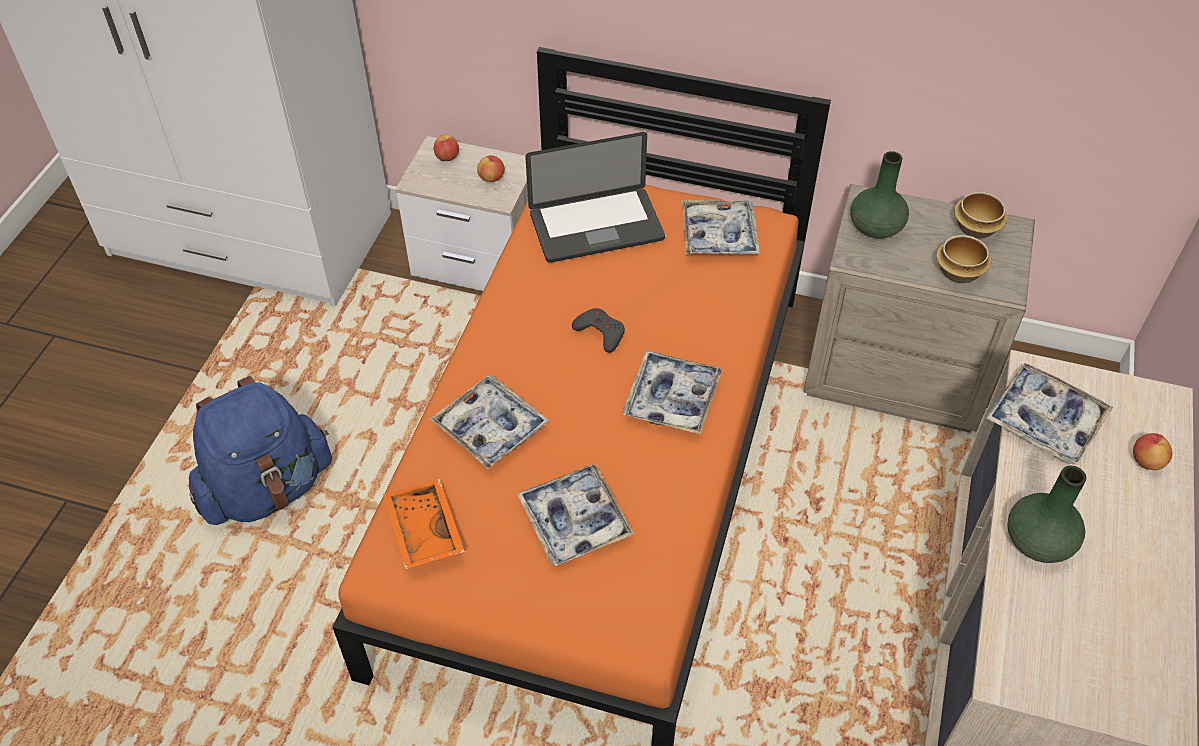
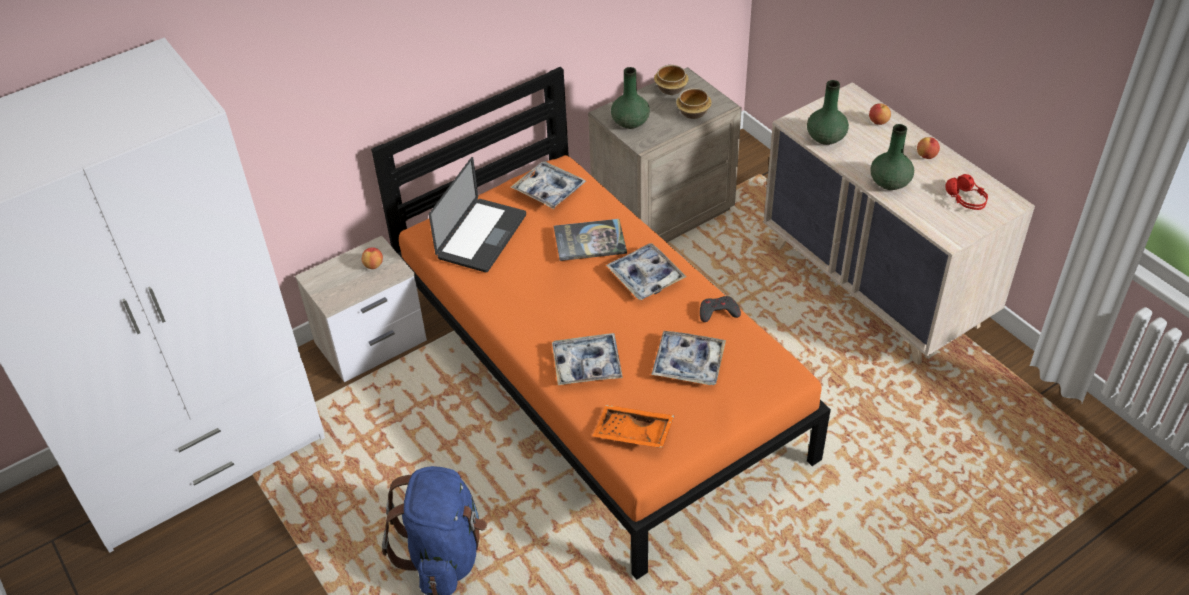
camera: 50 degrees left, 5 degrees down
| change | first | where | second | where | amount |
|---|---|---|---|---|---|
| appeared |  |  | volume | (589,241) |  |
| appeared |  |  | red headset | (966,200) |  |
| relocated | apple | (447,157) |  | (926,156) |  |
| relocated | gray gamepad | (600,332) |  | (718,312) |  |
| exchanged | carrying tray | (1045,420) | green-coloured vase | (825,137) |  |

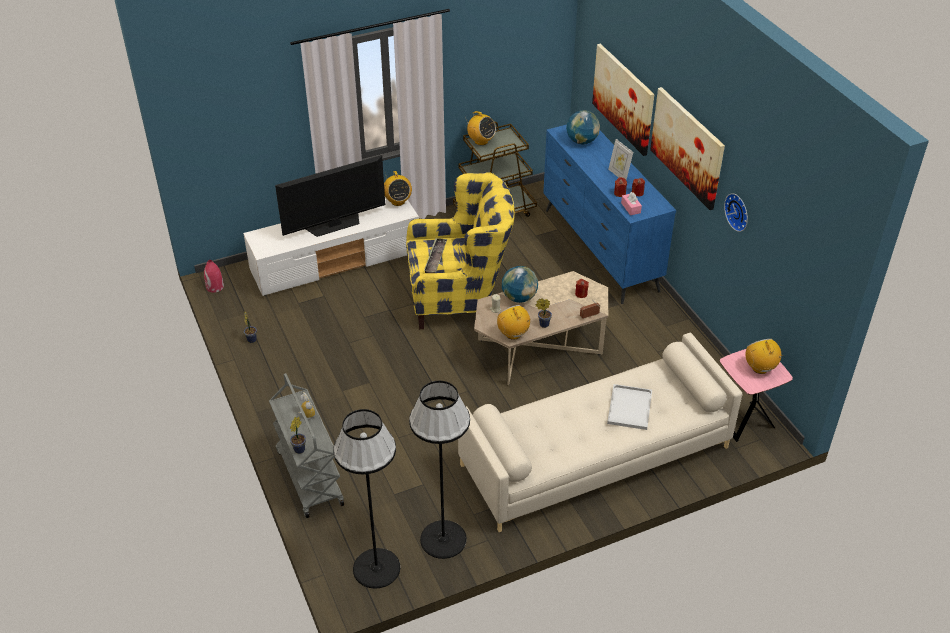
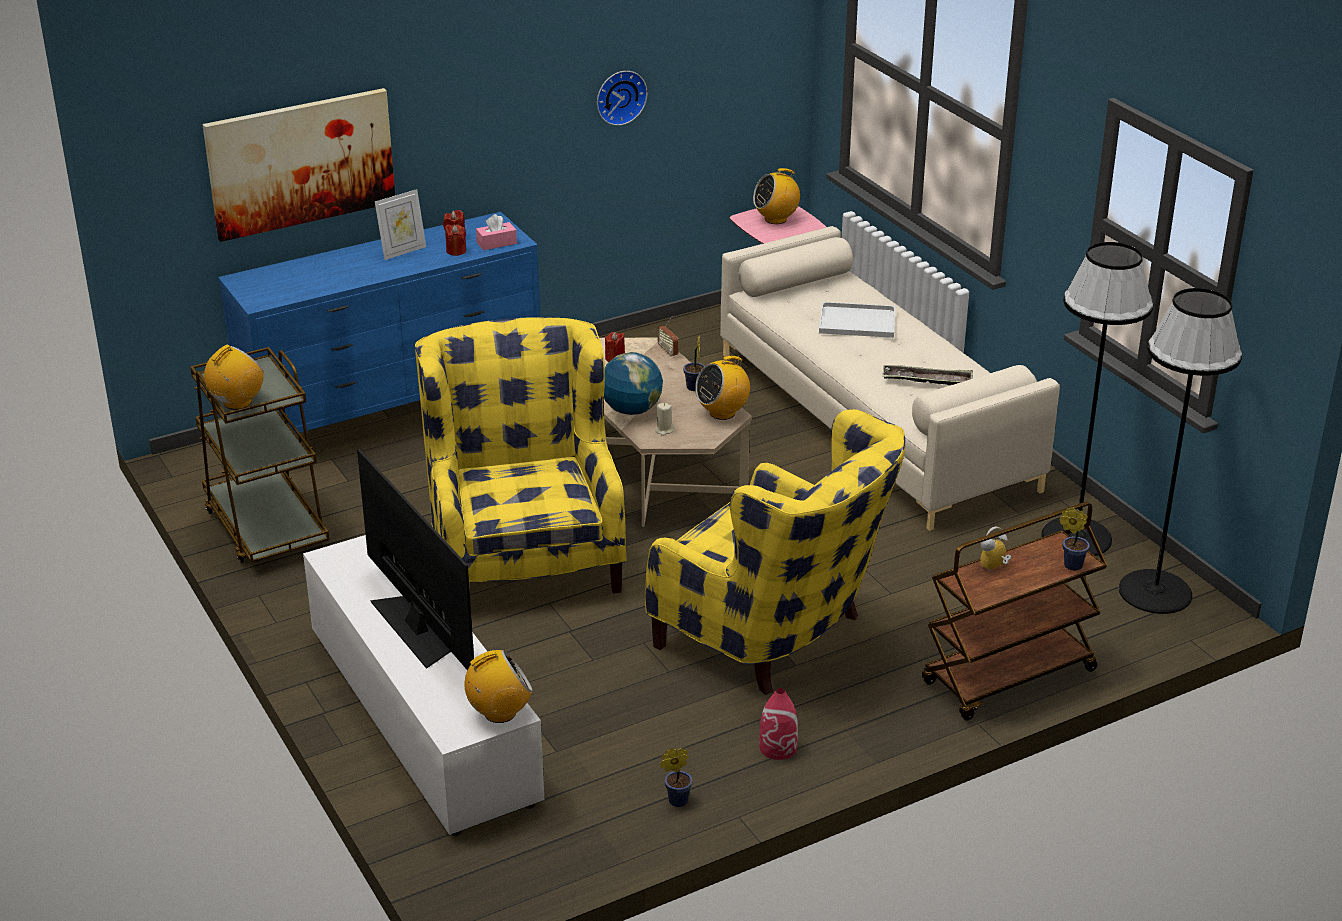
camera: 95 degrees left, 10 degrees down
| change | first | where | second | where | amount |
|---|---|---|---|---|---|
| missing | globe | (582,141) |  |  |  |
| missing | wall art | (687,147) |  |  |  |
| appeared |  |  | yellow-coloured easy chair | (776,637) |  |
| relocated | red vase | (215,287) |  | (778,747) |  |
| relocated | radio | (398,201) |  | (499,713) |  |
| relocated | carrying tray | (435,258) |  | (927,380) |  |
| colour | gray trolley | (309,477) | brown-coloured trolley | (1008,678) |  |

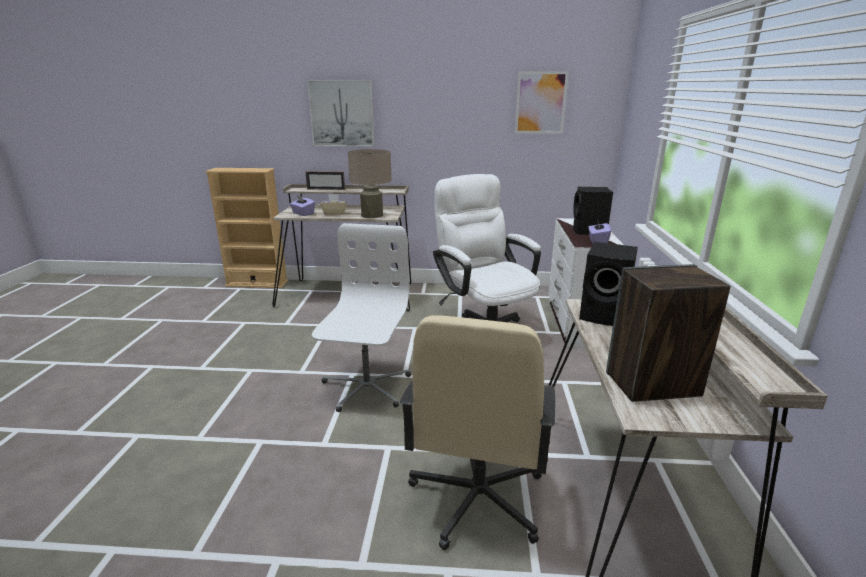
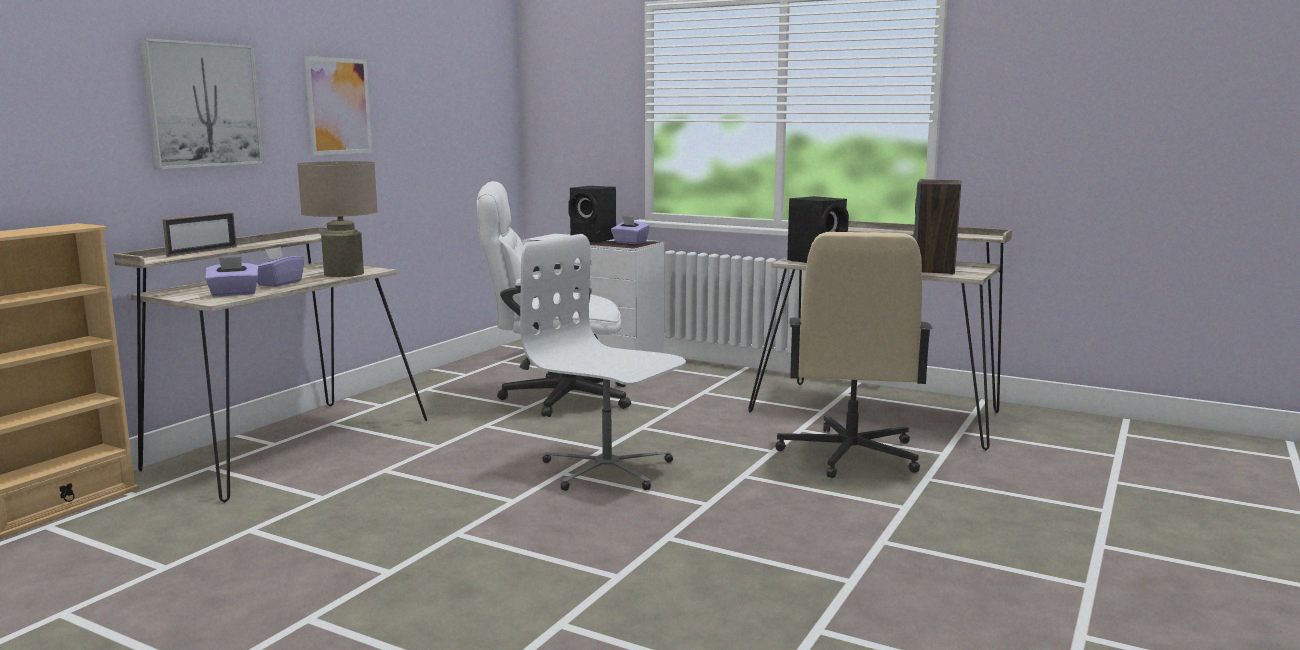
camera: 65 degrees left, 10 degrees down
| change | first | where | second | where | amount |
|---|---|---|---|---|---|
| relocated | wall art | (540,103) |  | (338,106) |  |
| colour | beige-coloured tissue box | (334,213) | purple-coloured tissue box | (279,283) |  |
| spun | beige-coloured computer chair | (476,499) |  | (849,455) | 60 degrees clockwise |

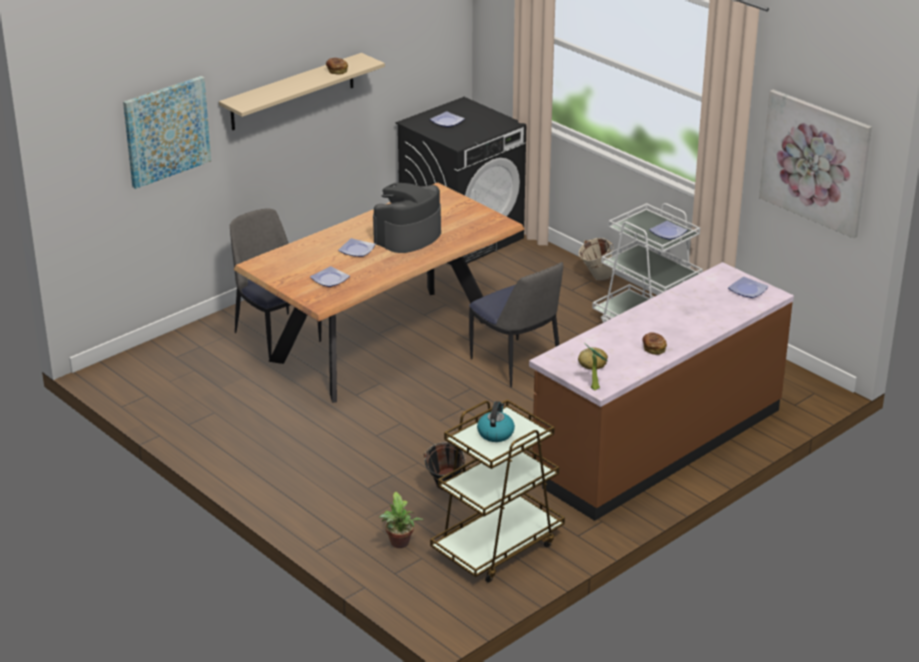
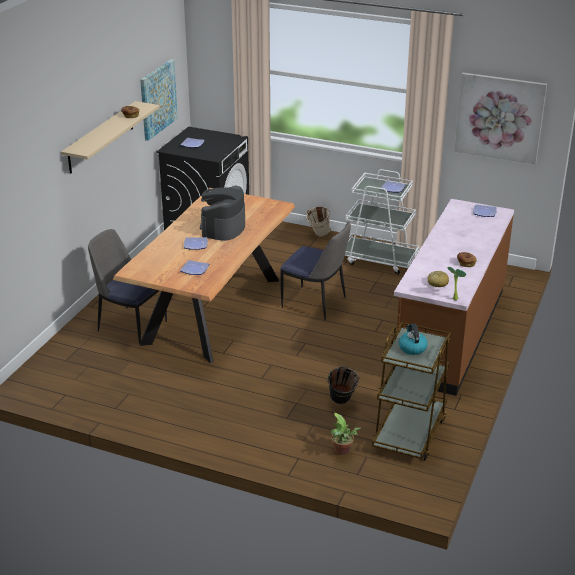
camera: 25 degrees left, 0 degrees up
| change | first | where | second | where | amount |
|---|---|---|---|---|---|
| relocated | wall art | (166,131) |  | (157,99) |  |

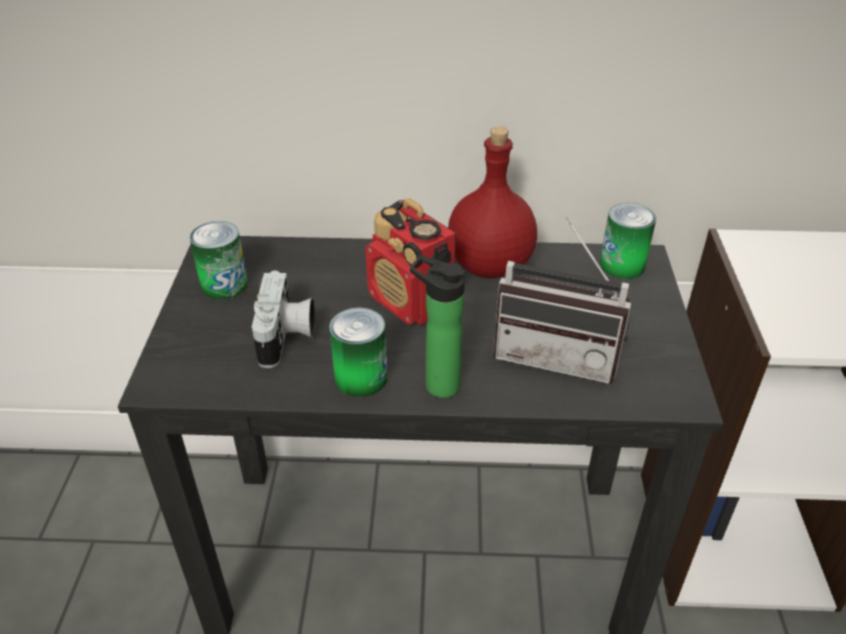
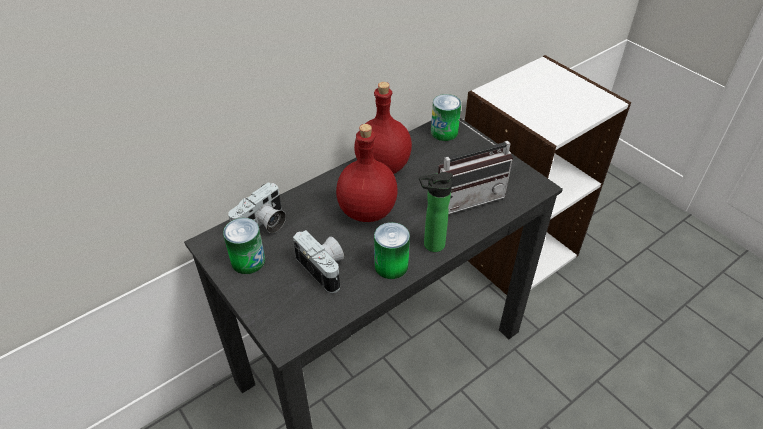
camera: 40 degrees left, 5 degrees up
| change | first | where | second | where | amount |
|---|---|---|---|---|---|
| appeared |  |  | photo camera | (263,225) |  |
| exchanged | radio | (411,303) | red bottle | (368,210) |  |

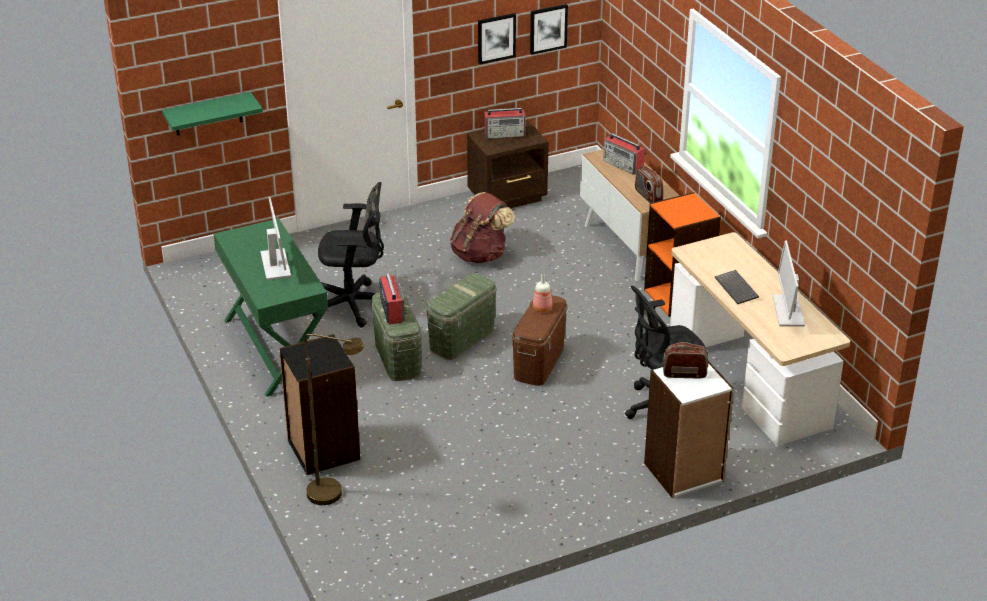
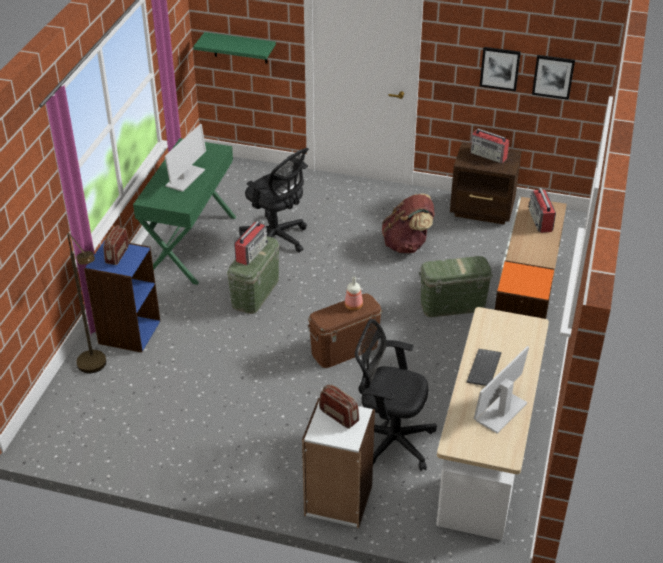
camera: 40 degrees right, 5 degrees up
| change | first | where | second | where | amount |
|---|---|---|---|---|---|
| relocated | green-coloured storage bin | (462,339) |  | (452,305) |  |
| relocated | radio | (648,196) |  | (117,255) |  |
| colour | black bookcase | (322,450) | blue bookcase | (129,332) |  |

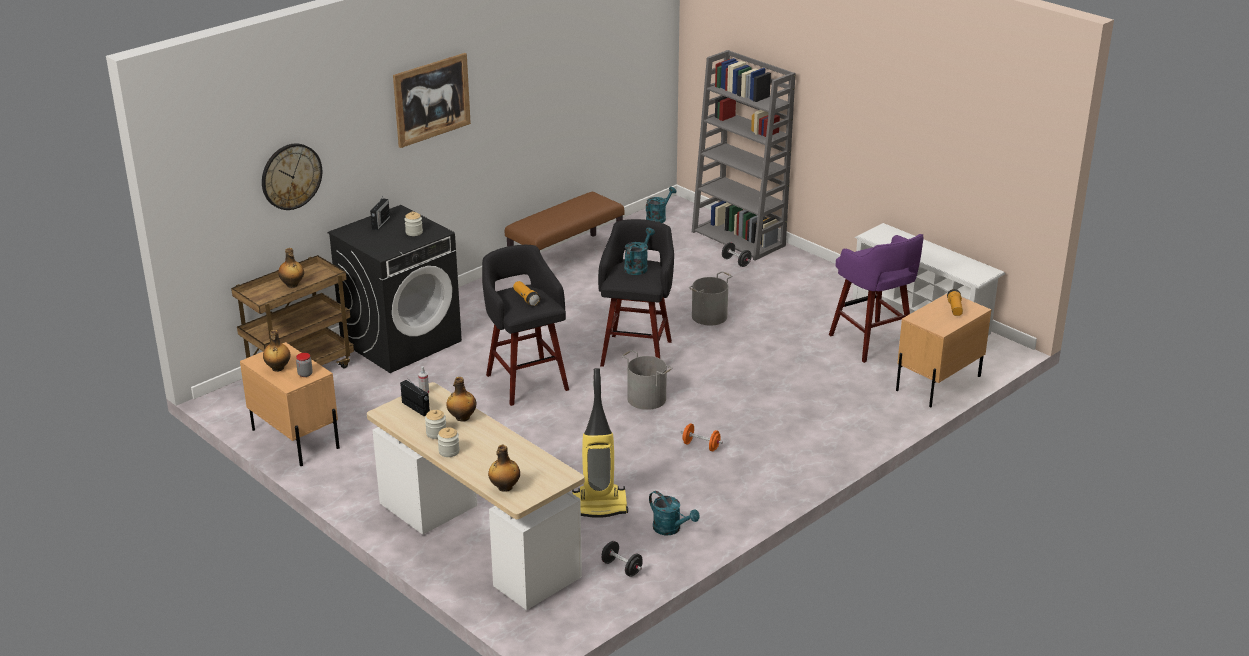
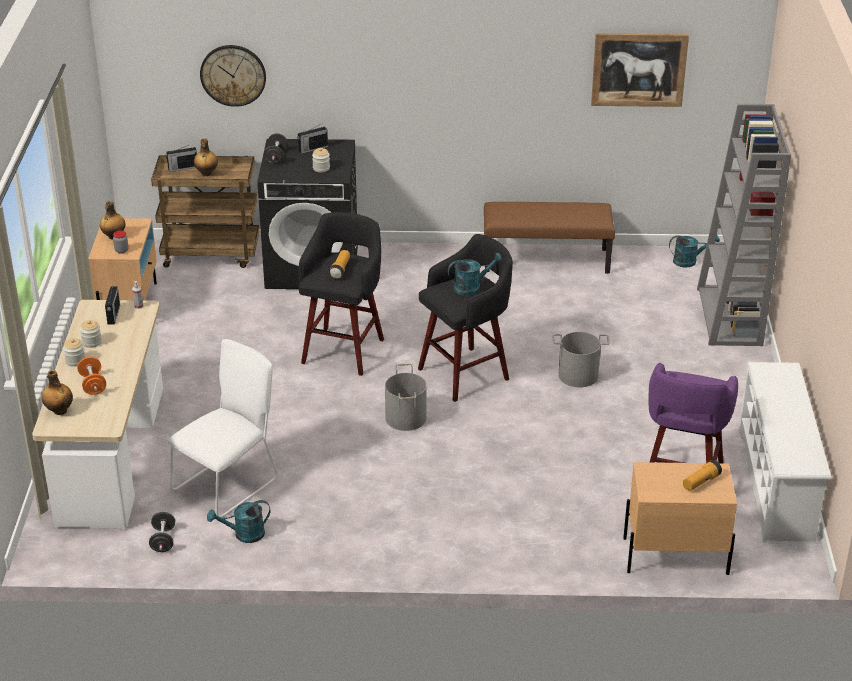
camera: 45 degrees right, 5 degrees up
| change | first | where | second | where | amount |
|---|---|---|---|---|---|
| missing | bottle | (462,418) |  |  |  |
| appeared |  |  | radio | (182,168) |  |
| relocated | wall art | (431,99) |  | (639,69) |  |
| relocated | orangey hand weight | (701,446) |  | (93,385) |  |
| relocated | black hand weight | (736,262) |  | (276,157) |  |
| exchanged | vacuum | (600,505) | white-coloured upright chair | (229,482) |  |
| spun | blue-green sprinkling can | (671,529) |  | (244,535) | 75 degrees clockwise |

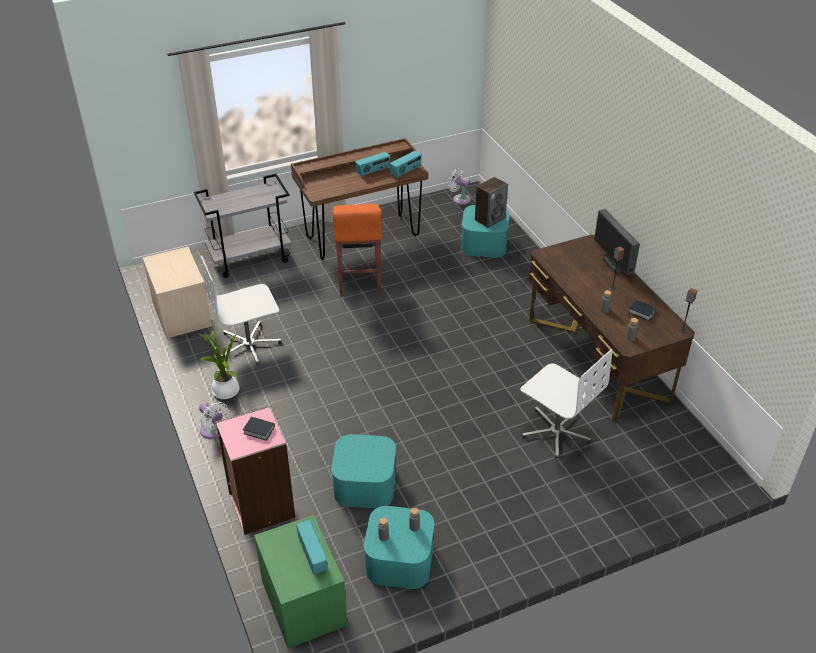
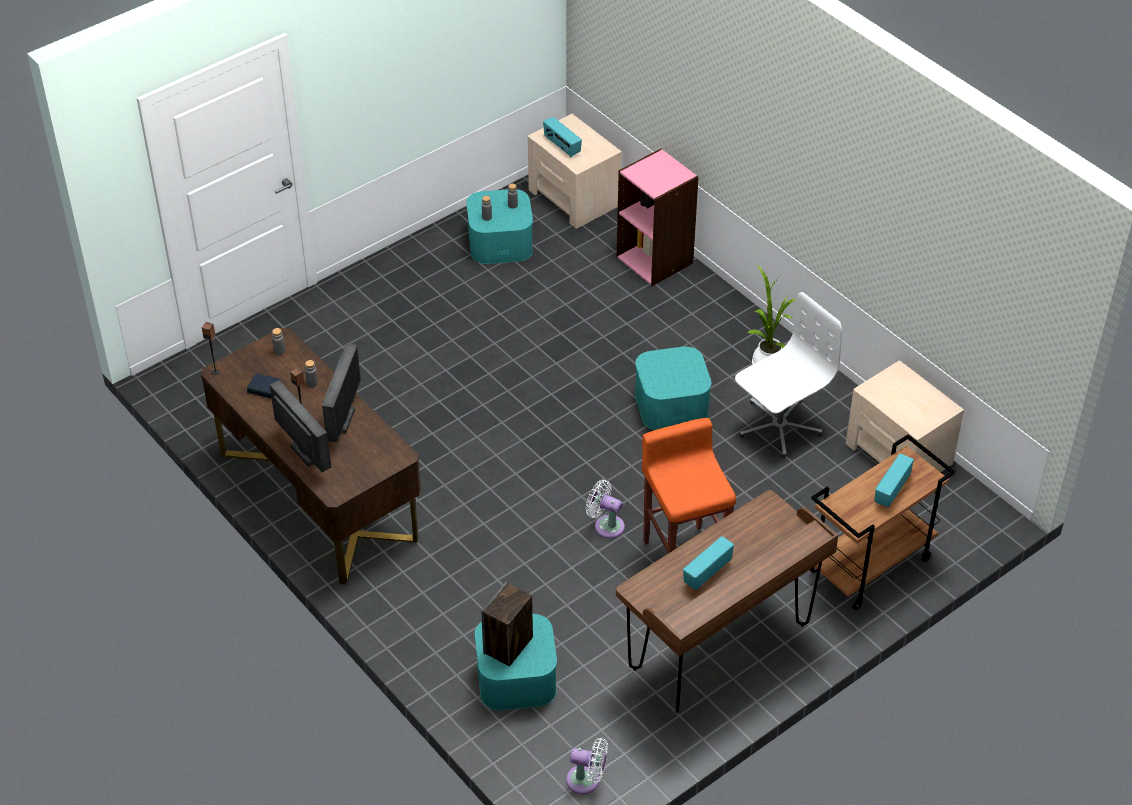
camera: 165 degrees right, 5 degrees up
| change | first | where | second | where | amount |
|---|---|---|---|---|---|
| missing | volume | (259,430) |  |  |  |
| missing | white-coloured computer chair | (556,431) |  |  |  |
| appeared |  |  | computer display | (344,421) |  |
| relocated | white-coloured cooling fan | (213,431) |  | (606,525) |  |
| relocated | blue-green storage bin | (364,484) |  | (671,404) |  |
| relocated | radio | (406,172) |  | (891,490) |  |
| colour | gray trolley | (250,258) | brown-coloured trolley | (869,567) |  |
| colour | green-coloured bedside table | (303,601) | beige-coloured bedside table | (574,198) |  |

